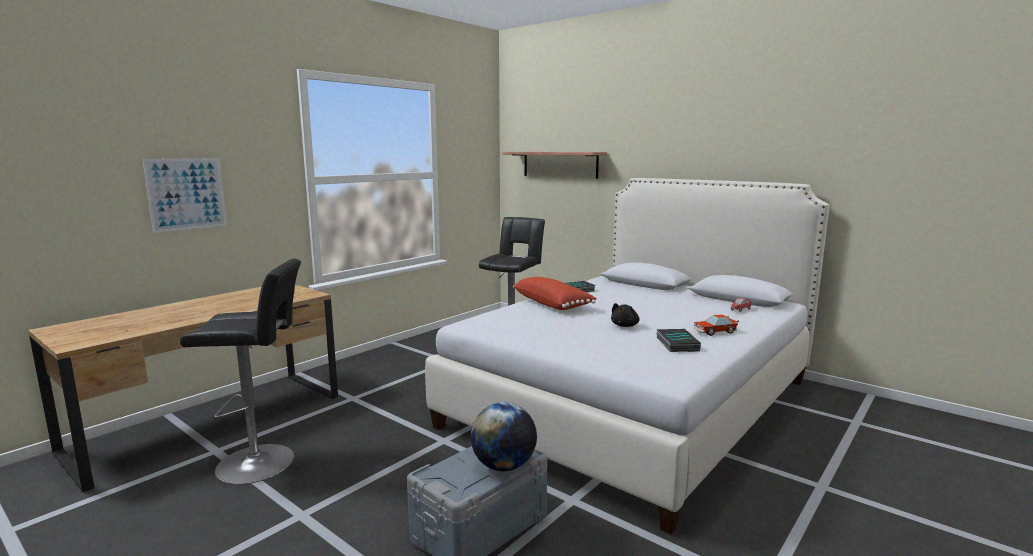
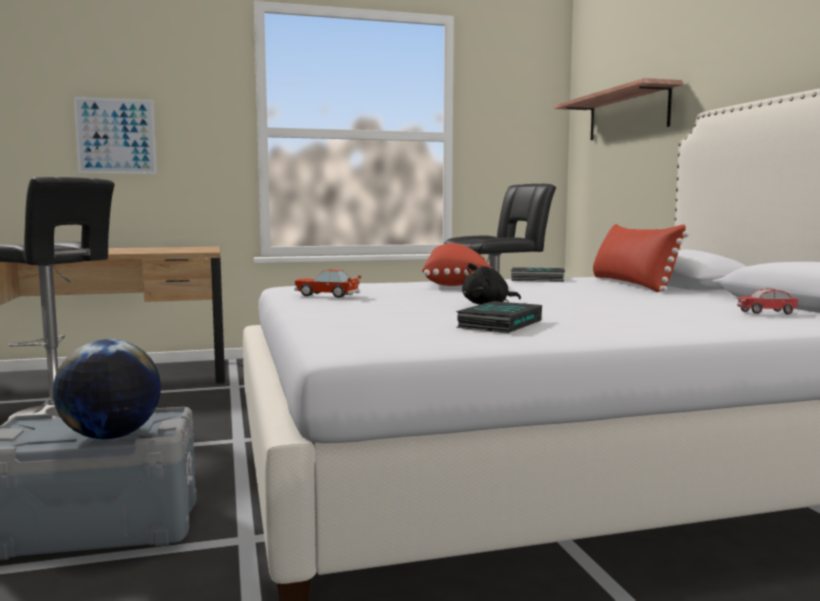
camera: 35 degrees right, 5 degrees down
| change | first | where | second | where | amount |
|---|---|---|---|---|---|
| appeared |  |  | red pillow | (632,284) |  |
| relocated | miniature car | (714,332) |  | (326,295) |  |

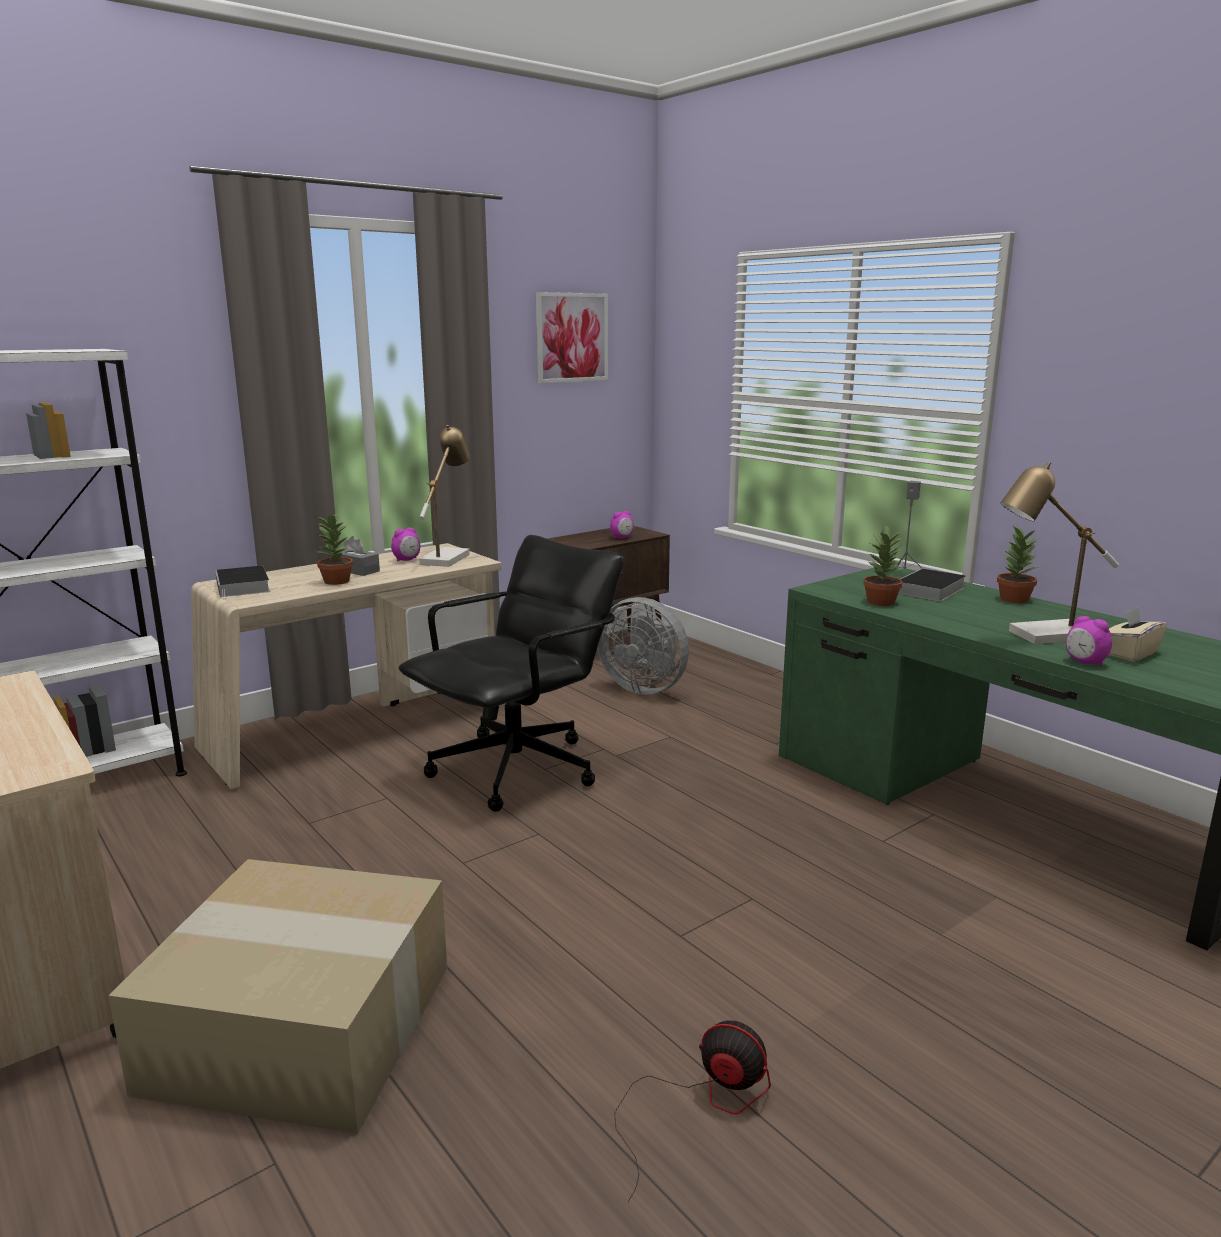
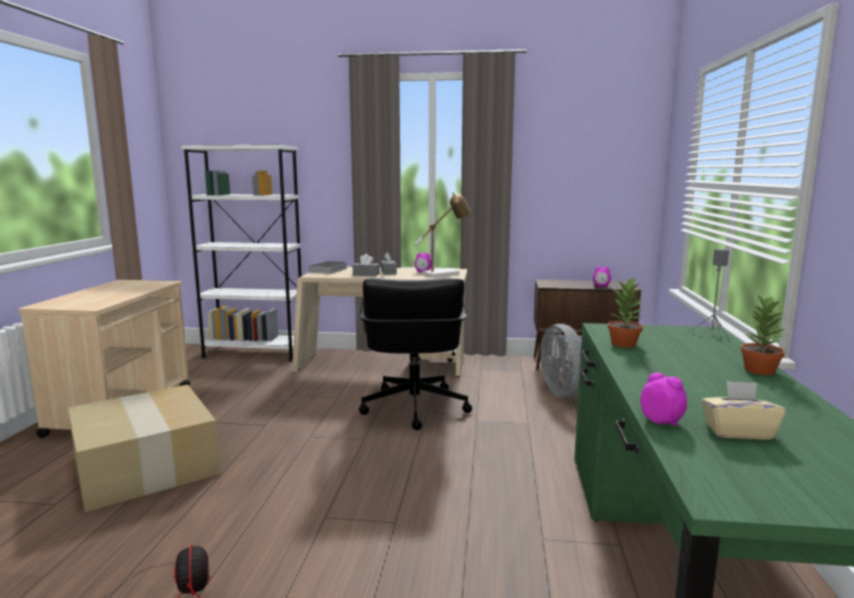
camera: 45 degrees right, 5 degrees down
| change | first | where | second | where | amount |
|---|---|---|---|---|---|
| missing | wall art | (571,337) |  |  |  |
| missing | volume | (929,590) |  |  |  |
| missing | lamp for a table | (1042,636) |  |  |  |
| exchanged | plant in a pot | (336,581) | gray tissue box | (366,274) |  |
| spun | black computer chair | (518,770) |  | (413,408) | 90 degrees clockwise |
| spun | alarm clock | (1085,662) |  | (661,421) | 135 degrees clockwise |

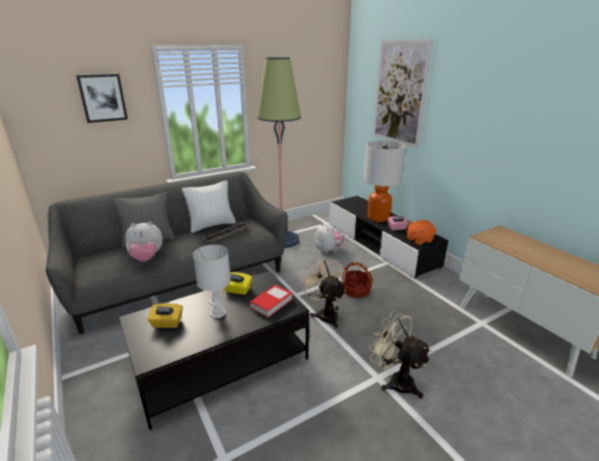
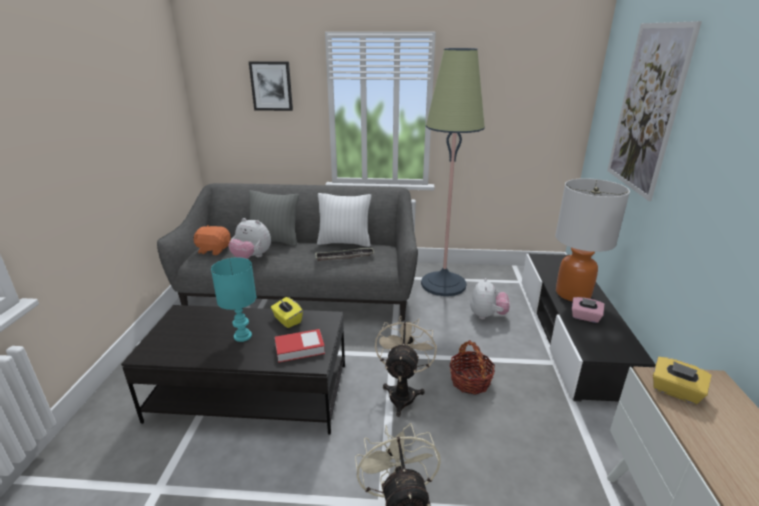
camera: 35 degrees right, 0 degrees up
| change | first | where | second | where | amount |
|---|---|---|---|---|---|
| relocated | yellow-coloured tissue box | (167,323) |  | (675,391) |  |
| relocated | orangey soft toy | (419,240) |  | (214,250) |  |
| colour | white-coloured lamp for a table | (218,313) | blue-green lamp for a table | (243,336) |  |

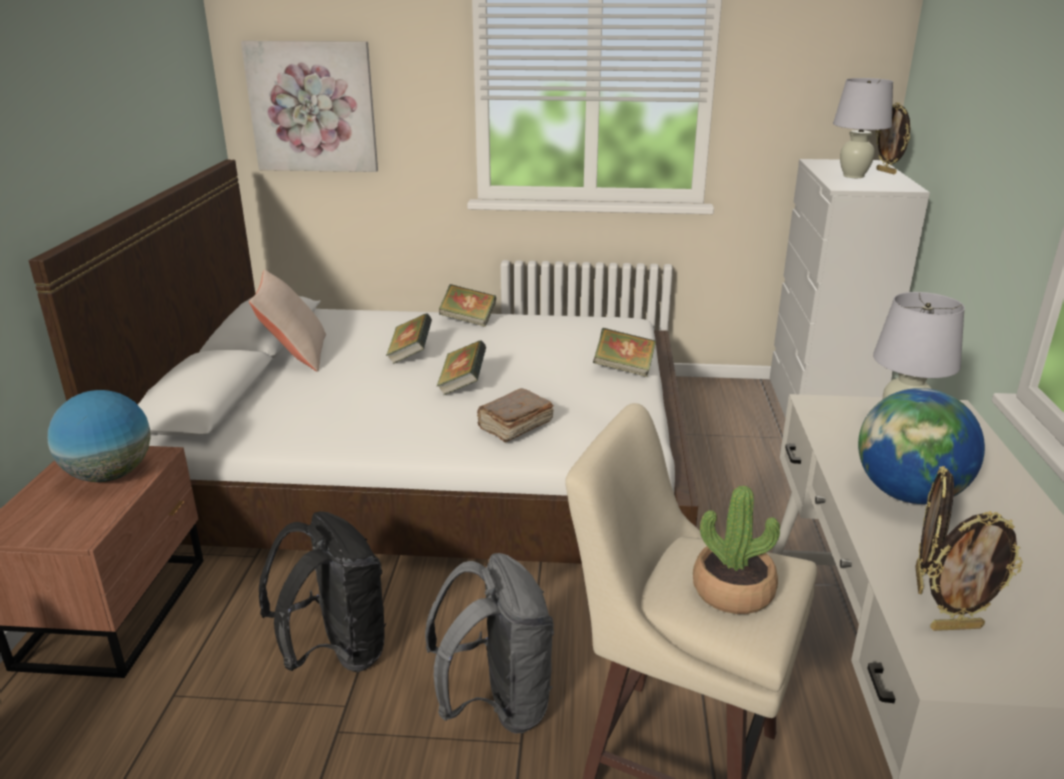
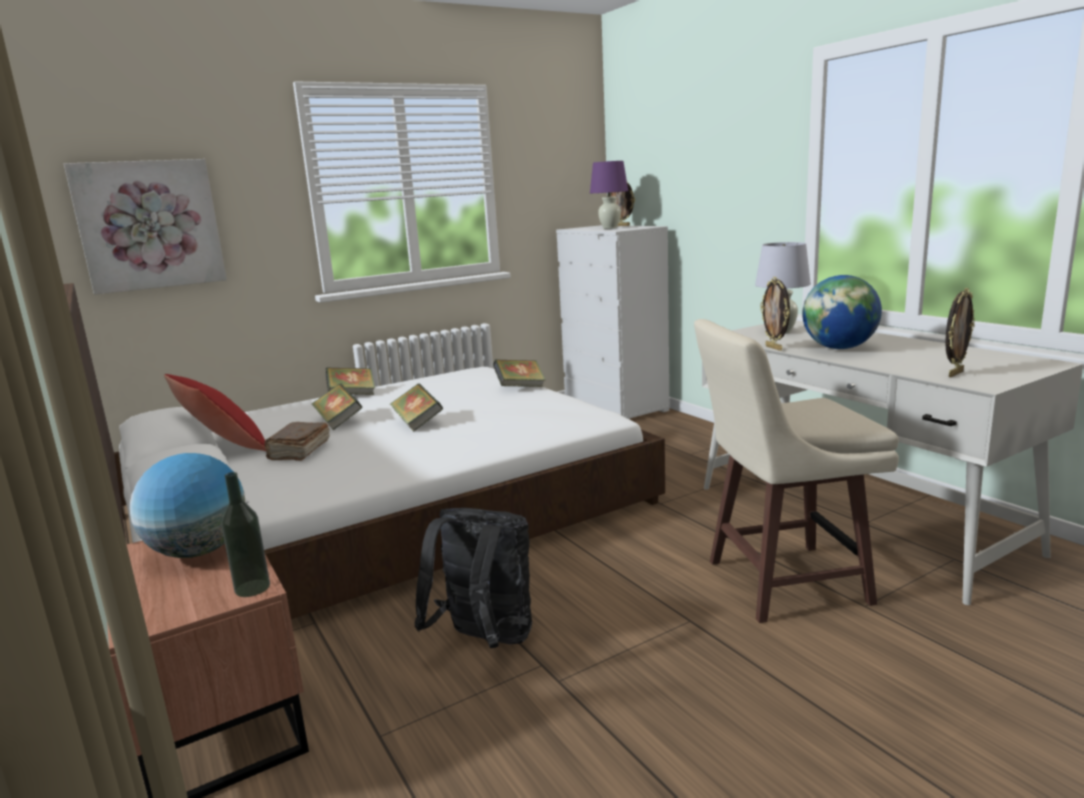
camera: 35 degrees left, 10 degrees down
| change | first | where | second | where | amount |
|---|---|---|---|---|---|
| missing | gray rucksack | (496,704) |  |  |  |
| missing | plant in a pot | (733,591) |  |  |  |
| appeared |  |  | bottle | (252,588) |  |
| relocated | brown-coloured volume | (514,426) |  | (299,451) |  |
| relocated | picture frame | (920,580) |  | (774,348) |  |
| colour | beige-coloured pillow | (295,354) | red pillow | (224,449) |  |
| colour | white-coloured lamp for a table | (853,176) | purple-coloured lamp for a table | (610,228) |  |

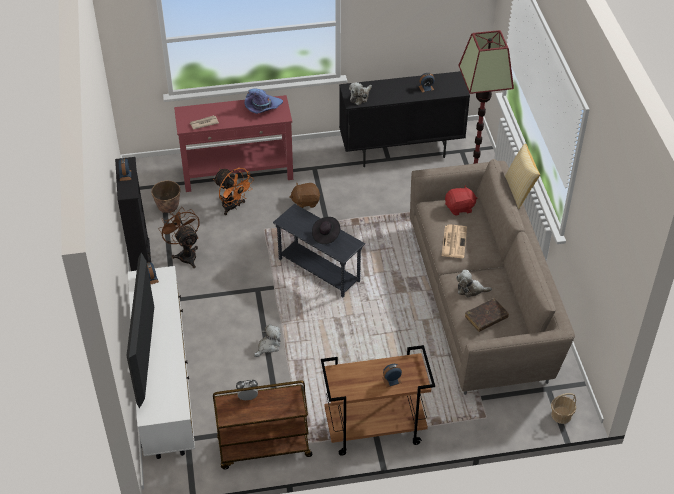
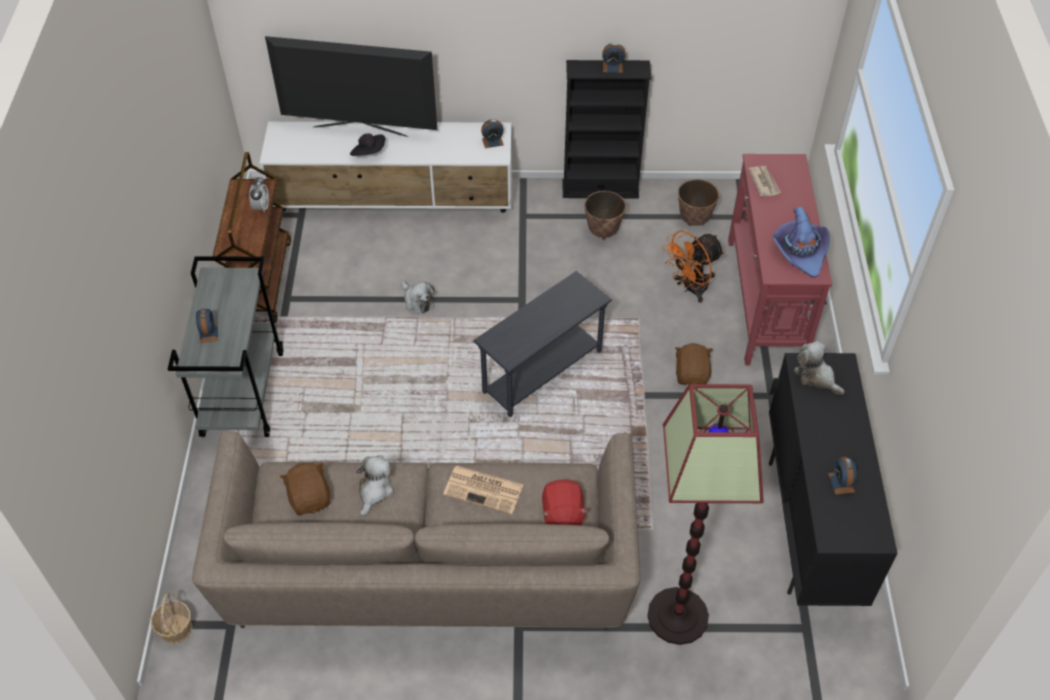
camera: 100 degrees right, 5 degrees up
| change | first | where | second | where | amount |
|---|---|---|---|---|---|
| missing | pillow | (519,191) |  |  |  |
| relocated | black hat | (326,235) |  | (369,153) |  |
| exchanged | brown-coloured cooling fan | (185,254) | flower pot | (603,232) |  |
| exchanged | brown-coloured volume | (486,318) | brown-coloured soft toy | (310,498) |  |
| colour | brown-coloured trolley | (374,430) | gray trolley | (242,392) |  |

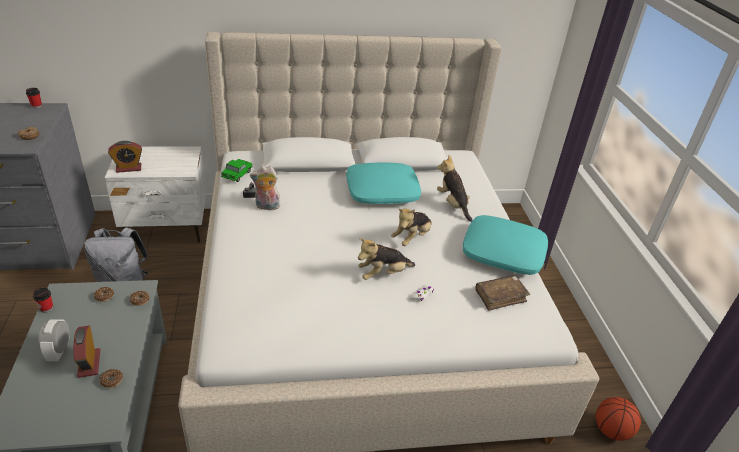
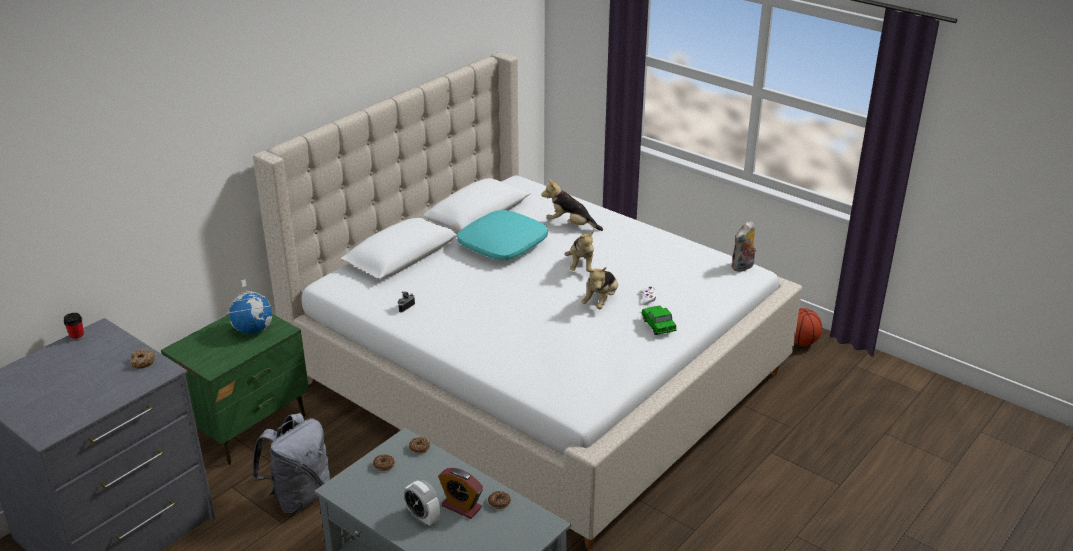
camera: 40 degrees left, 5 degrees down
| change | first | where | second | where | amount |
|---|---|---|---|---|---|
| missing | small cup | (46,308) |  |  |  |
| missing | alarm clock | (128,168) |  |  |  |
| missing | blue-green pillow | (503,252) |  |  |  |
| missing | brown-coloured volume | (500,296) |  |  |  |
| appeared |  |  | globe | (253,329) |  |
| relocated | miniature car | (237,175) |  | (658,326) |  |
| relocated | soft toy | (266,207) |  | (743,267) |  |
| colour | white-coloured bedside table | (167,228) | green-coloured bedside table | (248,426) |  |

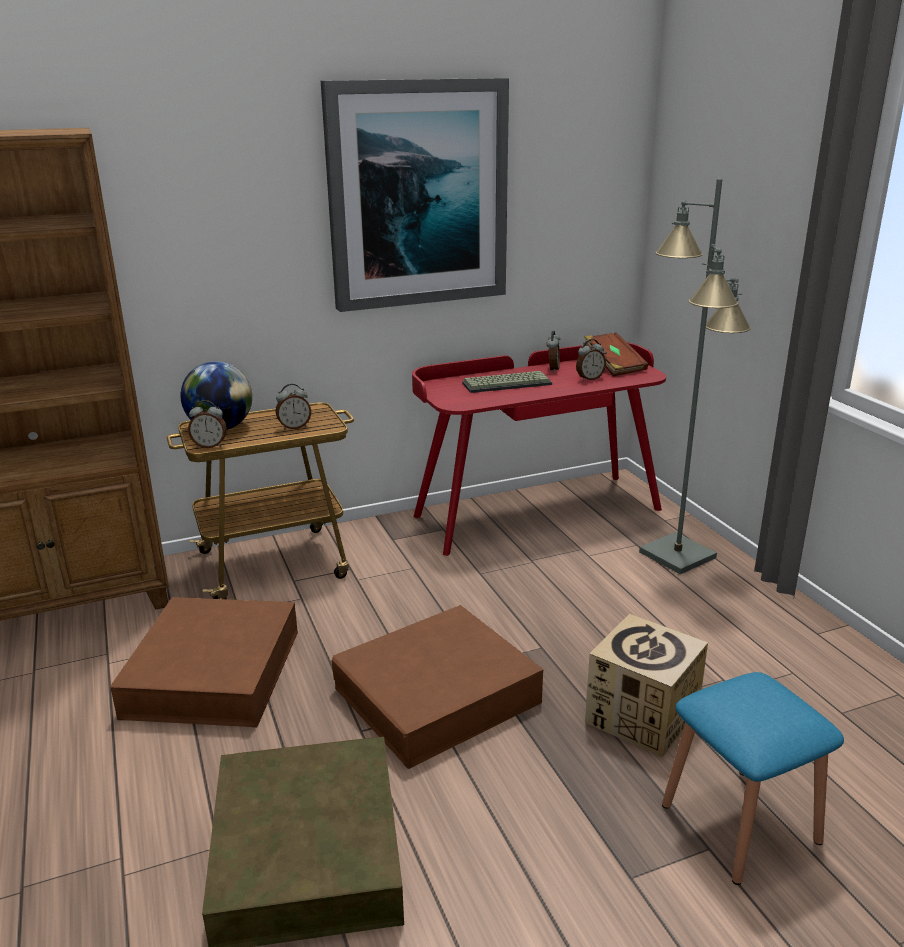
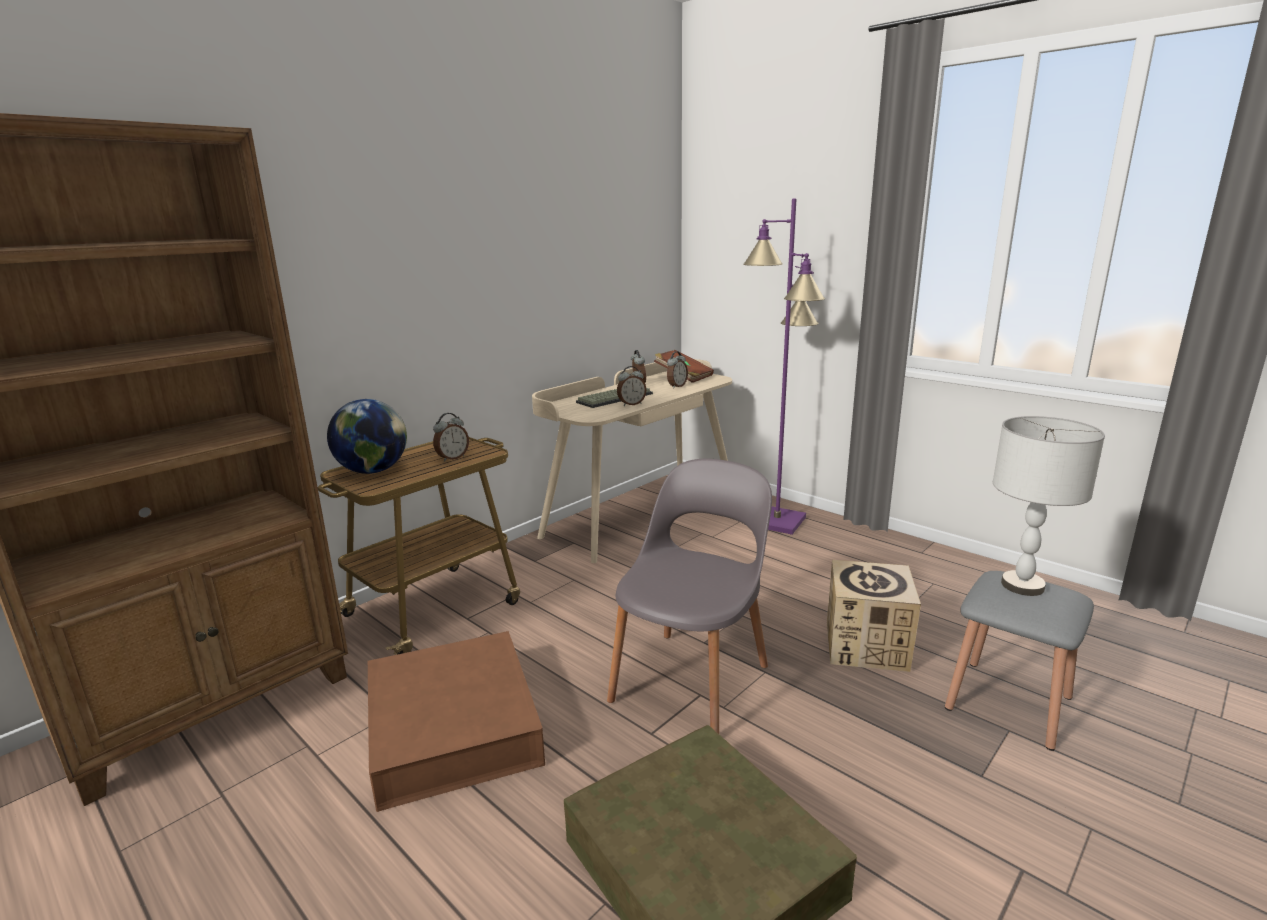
camera: 25 degrees left, 5 degrees down
| change | first | where | second | where | amount |
|---|---|---|---|---|---|
| missing | wall art | (417,195) |  |  |  |
| appeared |  |  | gray lamp for a table | (1021,585) |  |
| relocated | alarm clock | (210,446) |  | (631,404) |  |
| exchanged | brown-coloured storage bin | (437,695) | gray upright chair | (692,680) |  |
| colour | red desk table | (537,512) | beige-coloured desk table | (641,513) |  |
| colour | gray floor lamp | (677,554) | purple-coloured floor lamp | (776,521) |  |
| colour | blue stool seat | (740,823) | gray stool seat | (1008,702) |  |

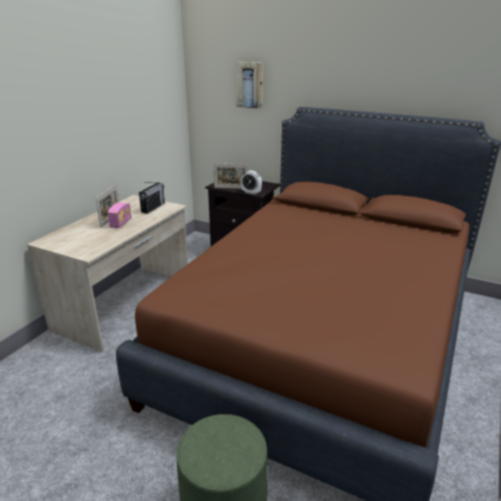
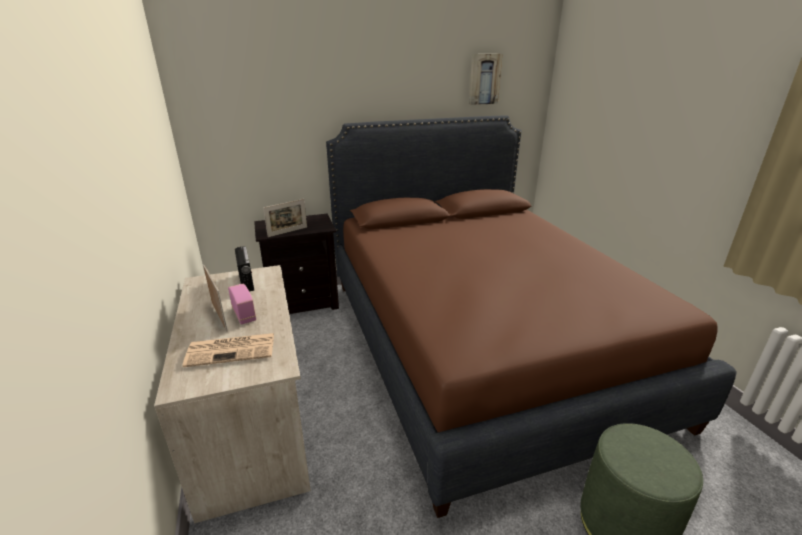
camera: 45 degrees left, 0 degrees up
| change | first | where | second | where | amount |
|---|---|---|---|---|---|
| missing | alarm clock | (251,192) |  |  |  |
| appeared |  |  | daily paper | (232,349) |  |
| relocated | wall art | (250,85) |  | (484,79) |  |

